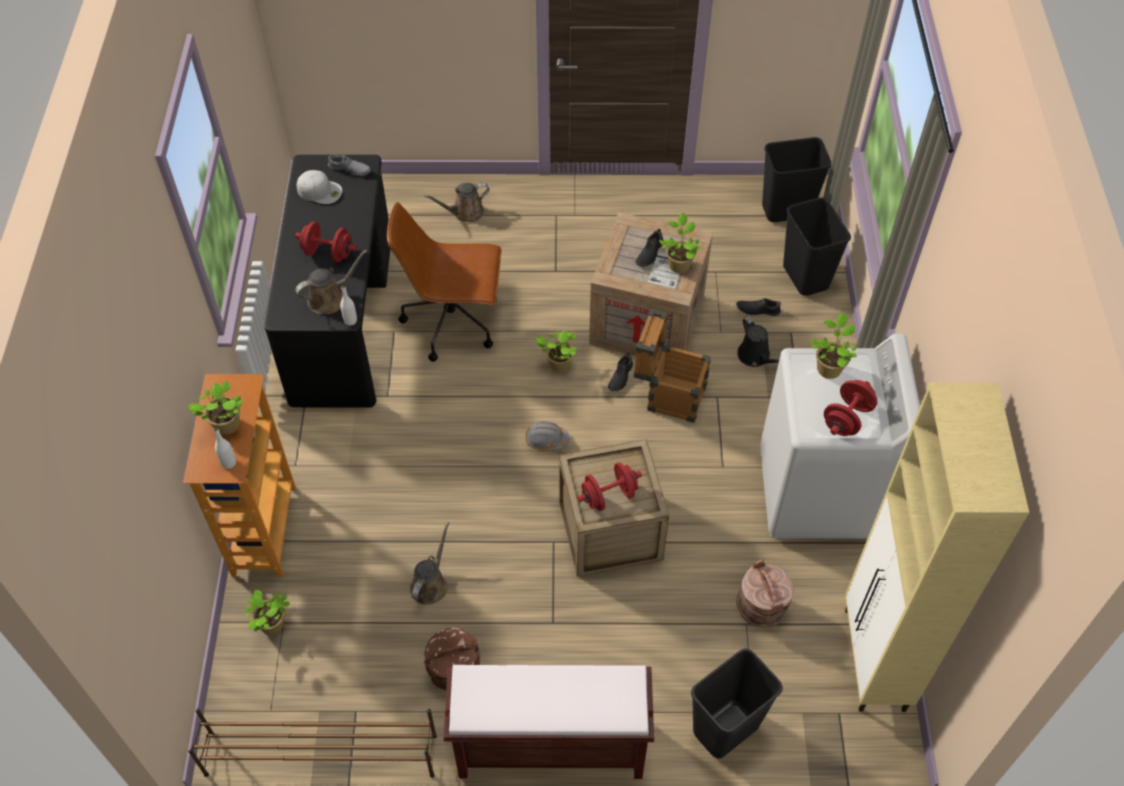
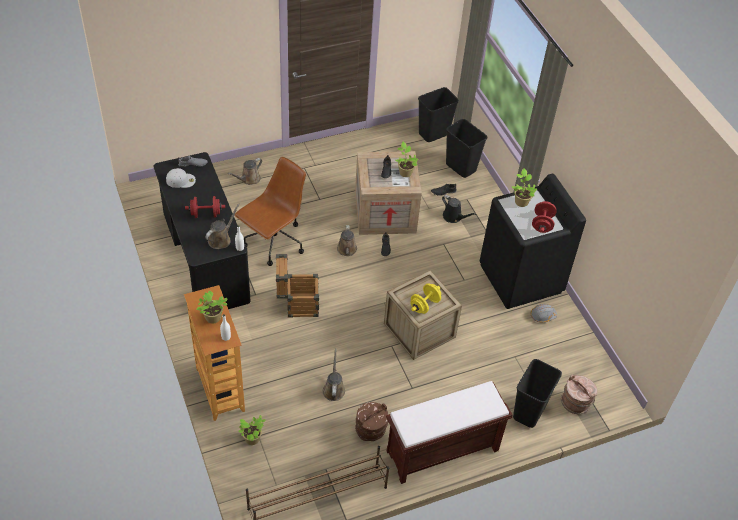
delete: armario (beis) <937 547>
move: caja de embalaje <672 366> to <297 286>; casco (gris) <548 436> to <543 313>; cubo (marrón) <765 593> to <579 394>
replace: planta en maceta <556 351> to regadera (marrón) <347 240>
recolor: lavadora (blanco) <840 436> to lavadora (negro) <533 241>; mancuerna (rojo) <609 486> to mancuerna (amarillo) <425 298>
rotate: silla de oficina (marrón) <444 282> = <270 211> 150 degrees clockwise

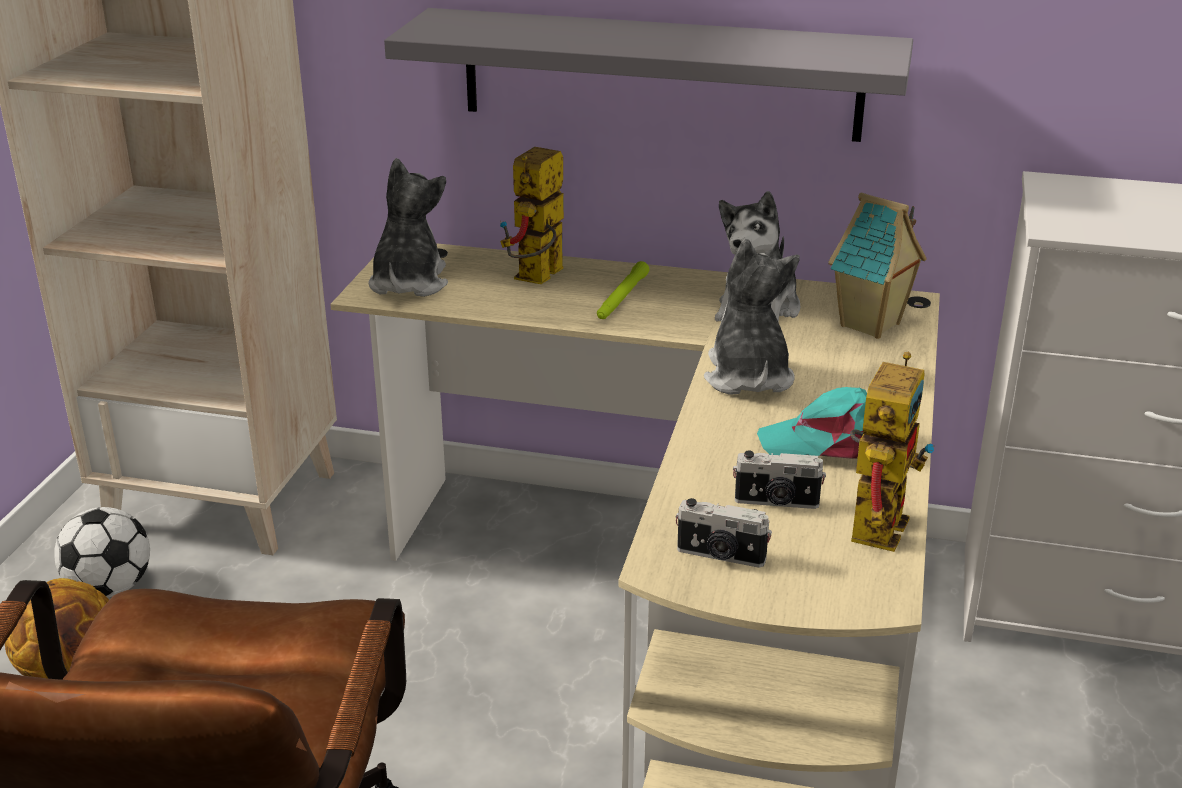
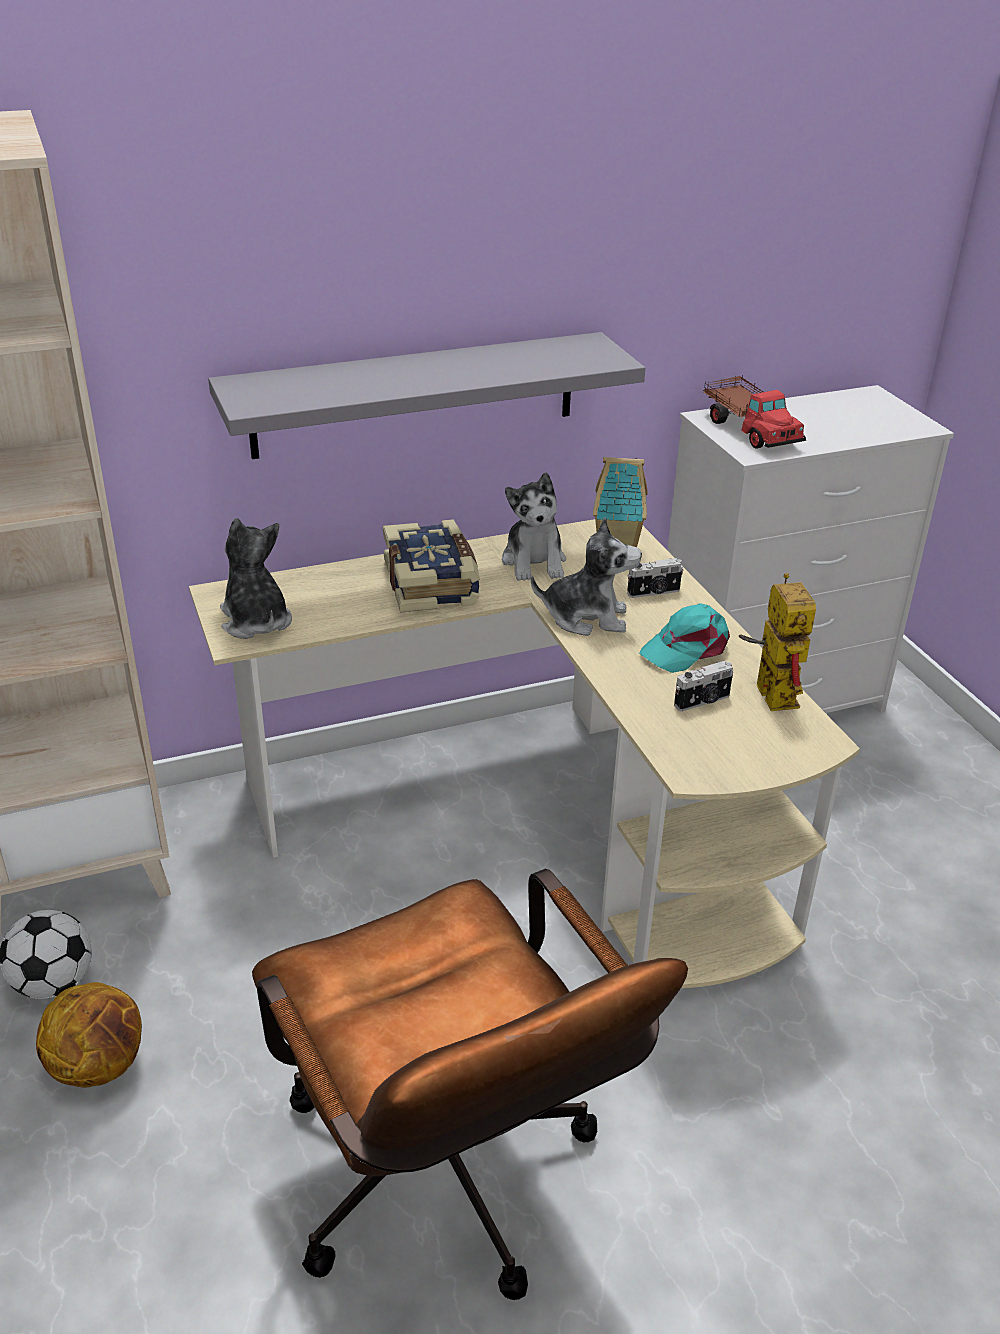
delete: robot de juguete <532 215>
insert: camión de juguete <754 412>
move: cámara <724 533> to <655 578>
replace: linterna (verde) <623 290> to libro <431 566>
rotate: peluche <752 317> = <586 576> 135 degrees clockwise

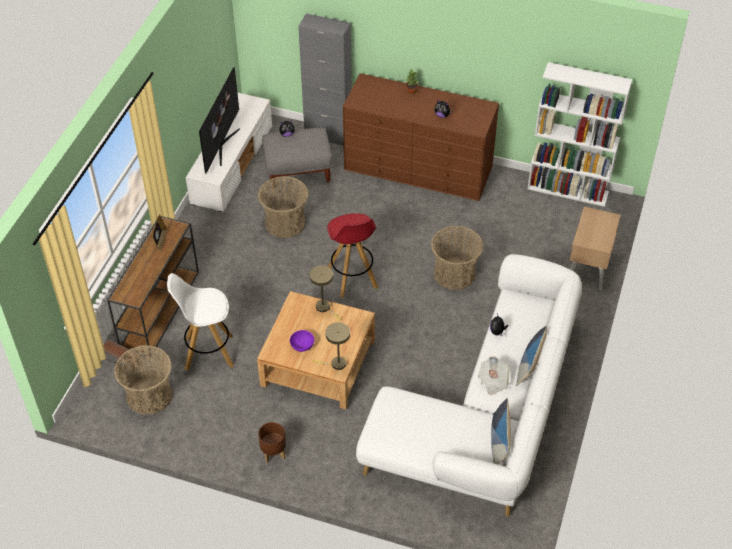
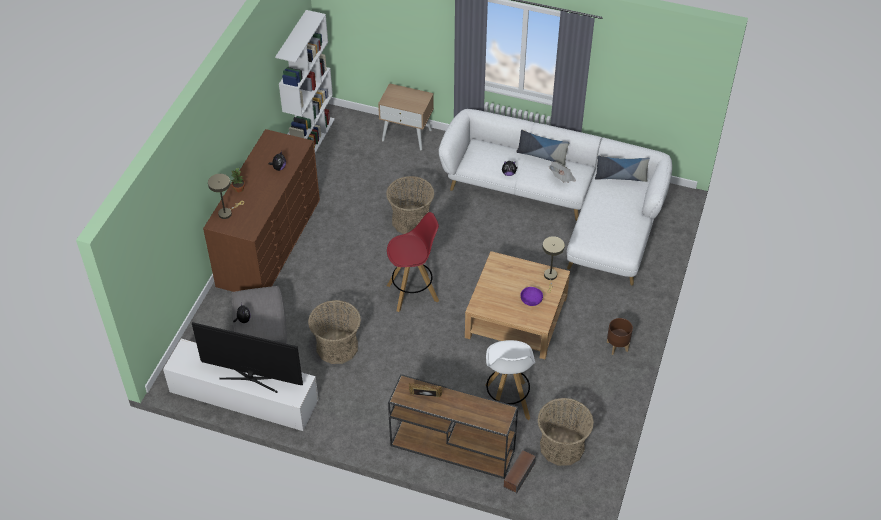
delete: armario (gris) <325 80>
move: lámpara de mesa (beis) <325 293> to <226 196>

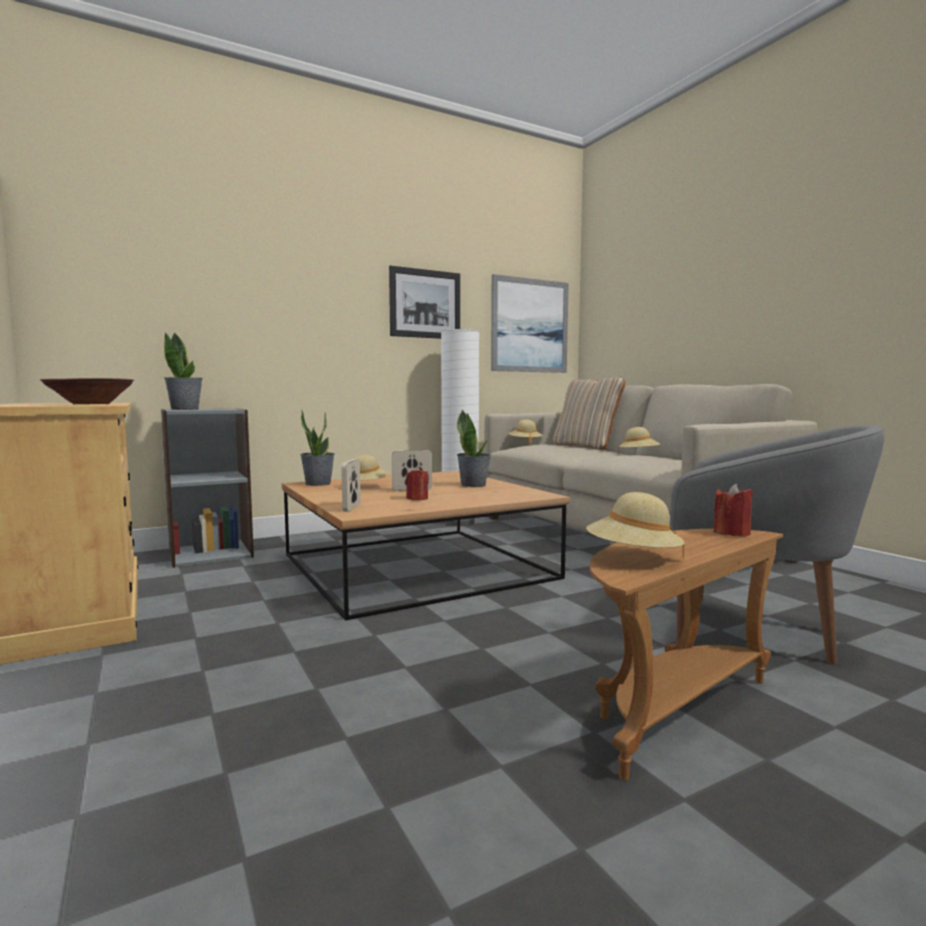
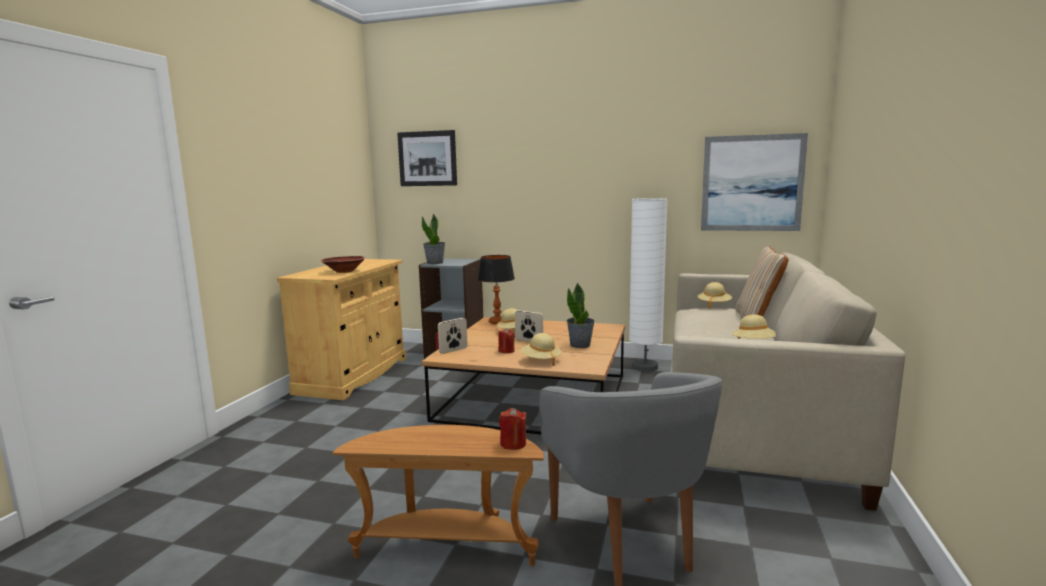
move: cuadro <424 302> to <427 158>; sombrero (beis) <635 526> to <541 349>
replace: planta en maceta <317 448> to lámpara de mesa <496 289>

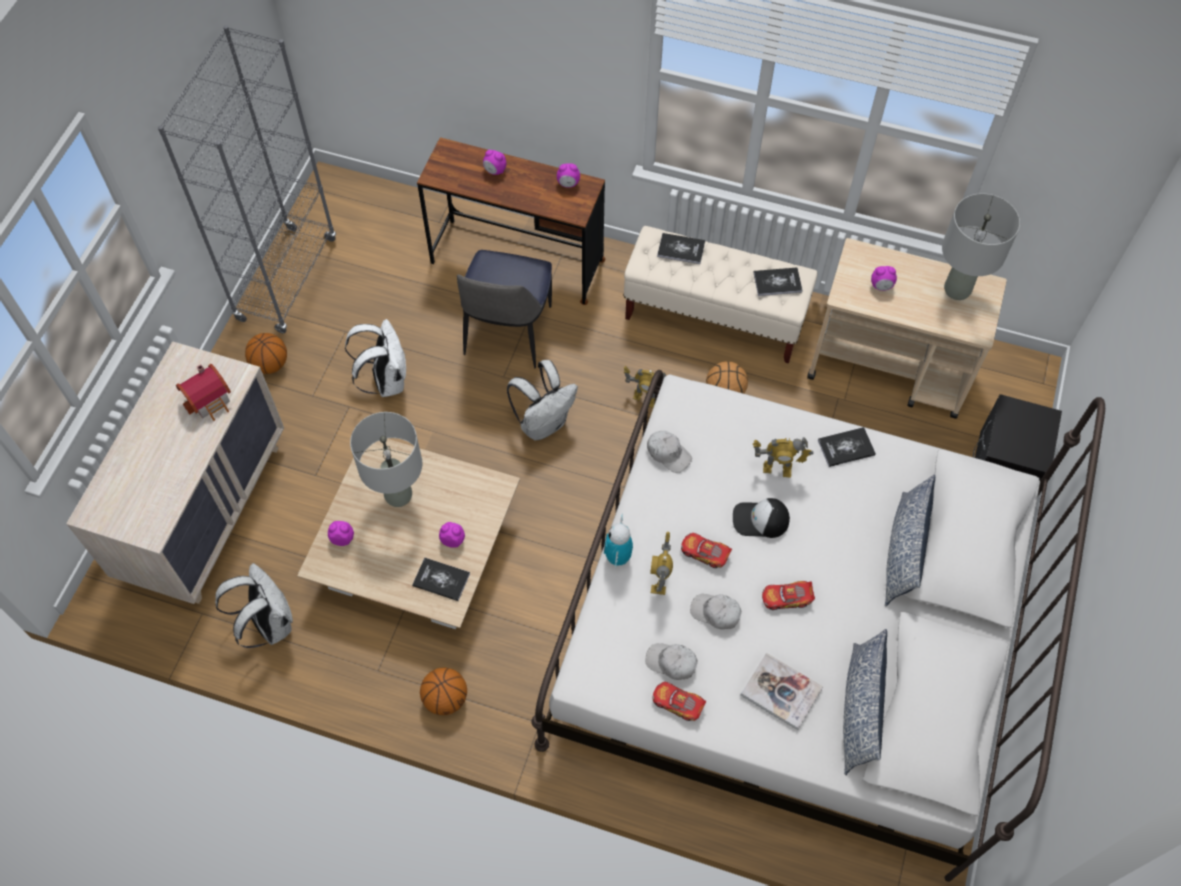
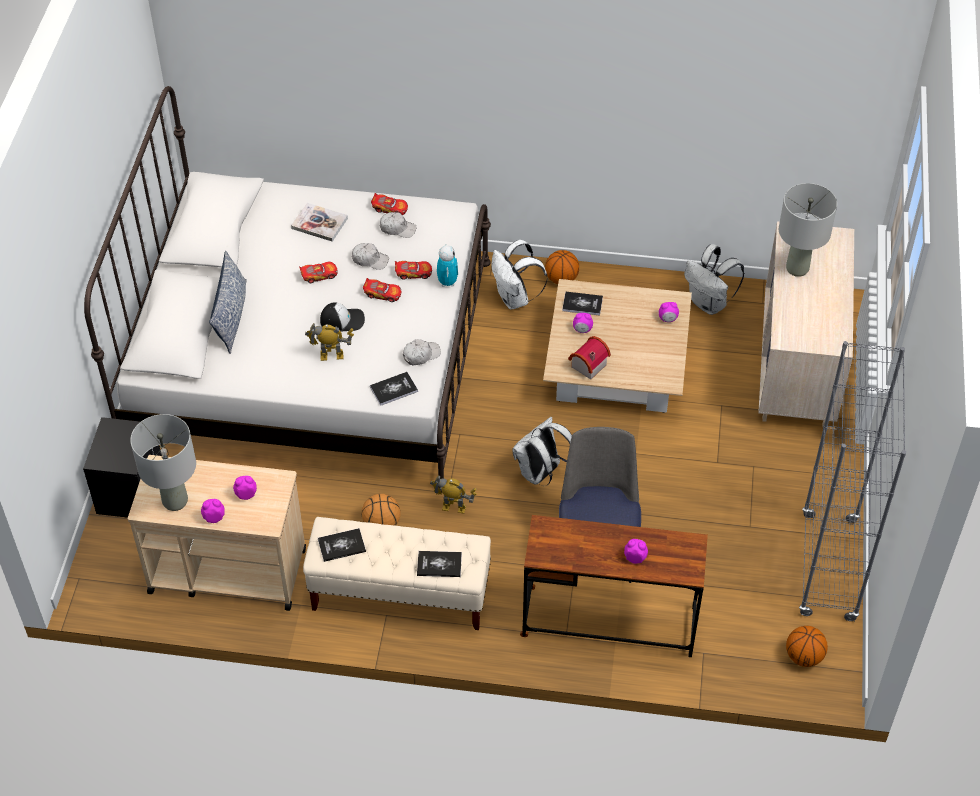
delete: cojín <865 702>
move: despertador <568 175> to <213 511>; mochila (blanco) <375 358> to <520 274>; balón de baloncesto <266 353> to <807 646>; casita <203 392> to <589 357>; lámpara de mesa (gris) <386 459> to <808 230>; libro <847 447> to <394 389>
replace: robot de juguete <661 563> to coche de juguete <413 270>
rotate: gorra (blanco) <669 452> = <422 352> 120 degrees clockwise

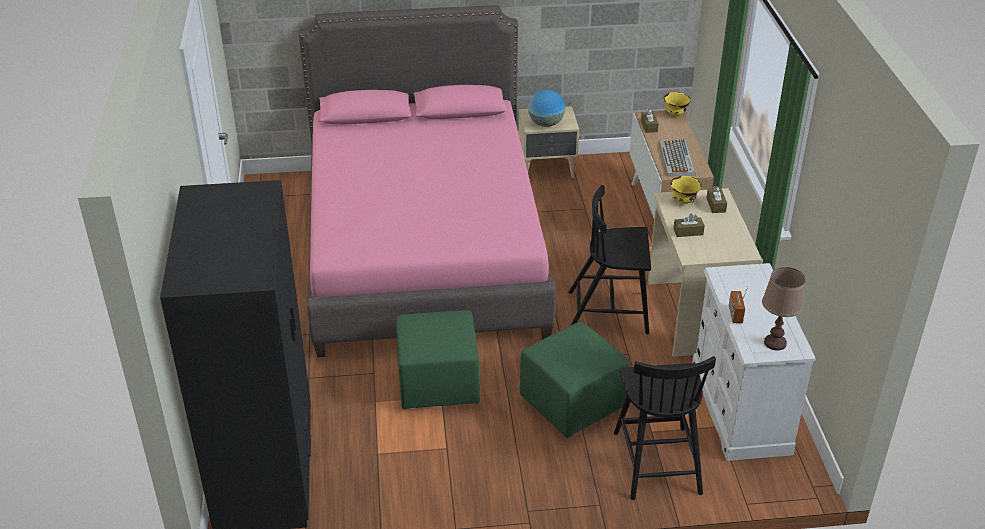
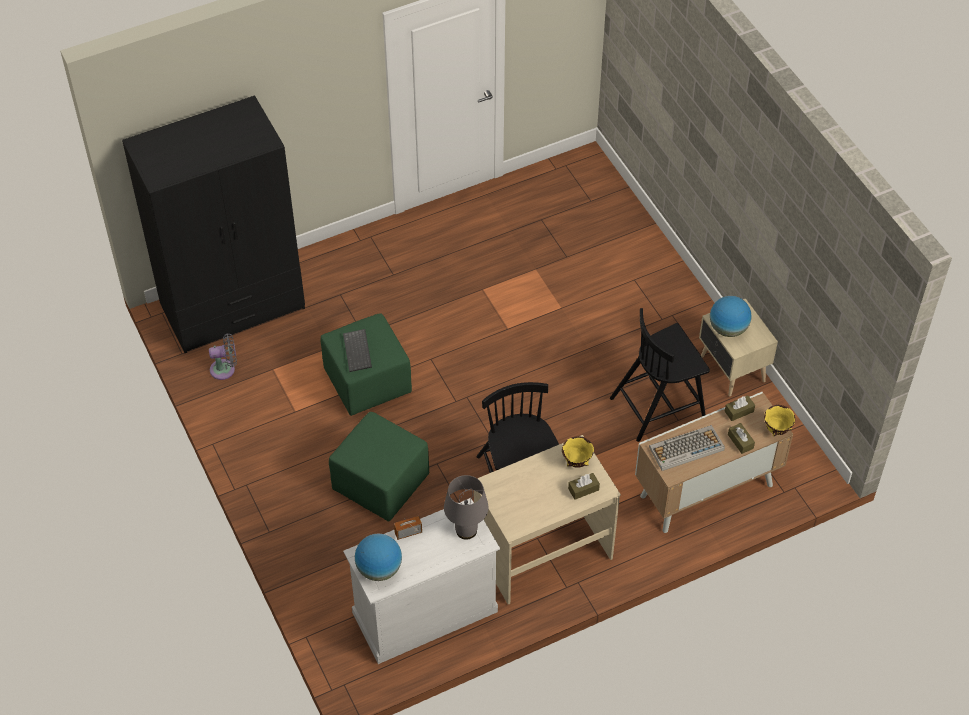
delete: cama (rosa) <427 181>
insert: teclado <357 350>; ventilador (gris) <223 356>; lámpara de mesa (gris) <466 507>
move: caja de pañuelos (marrón) <689 225> to <741 438>; silla (negro) <665 428> to <660 375>
replace: lámpara de mesa (marrón) <783 308> to globo terráqueo <378 557>

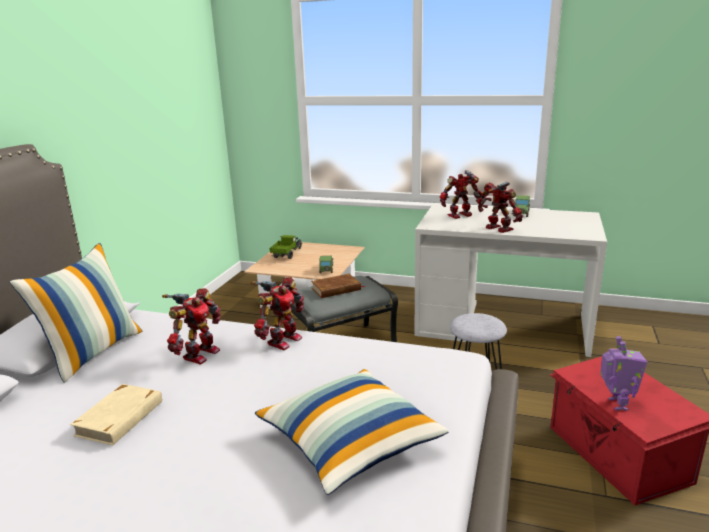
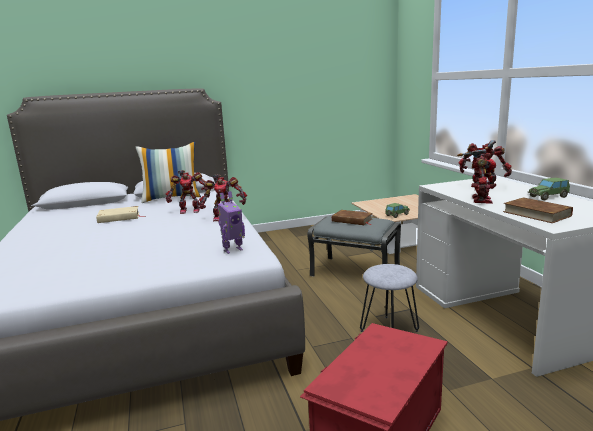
delete: camión de juguete <286 247>; cojín <352 432>
insert: libro (marrón) <538 210>
move: robot de juguete <623 373> to <231 222>

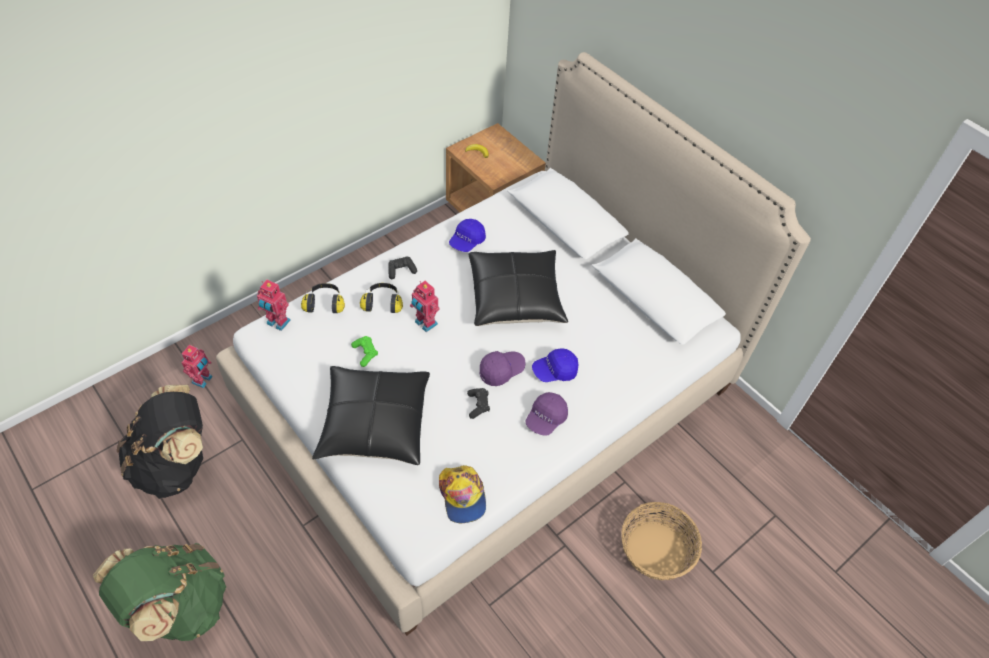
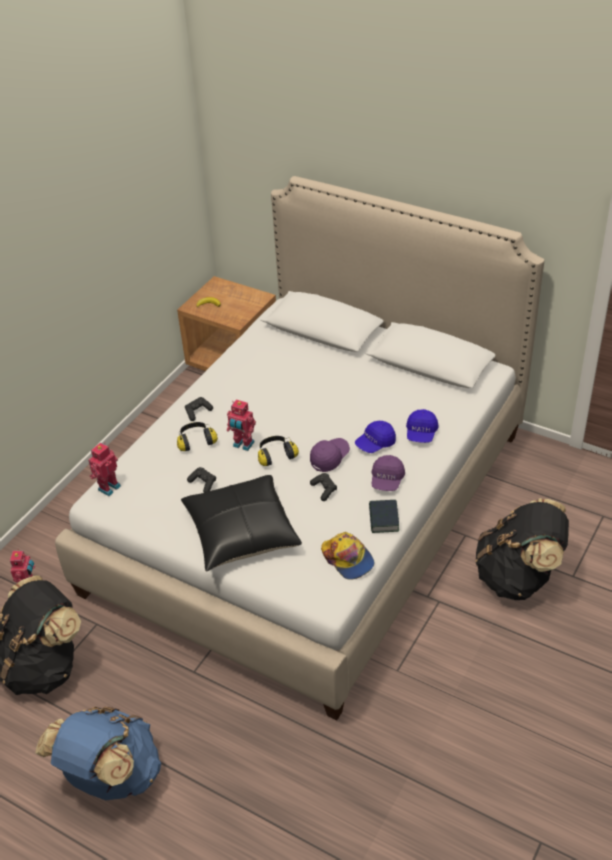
delete: cojín (negro) <518 288>
insert: libro <384 516>
move: gorra (azul) <467 235> to <422 426>; auriculares <323 298> to <278 451>
replace: cesta <661 541> to mochila (negro) <522 549>
recolor: mando de consola (verde) <364 351> to mando de consola (negro) <201 480>; mochila (verde) <159 592> to mochila (azul) <98 753>
rotate: robot de juguete <273 305> = <104 469> 120 degrees clockwise

